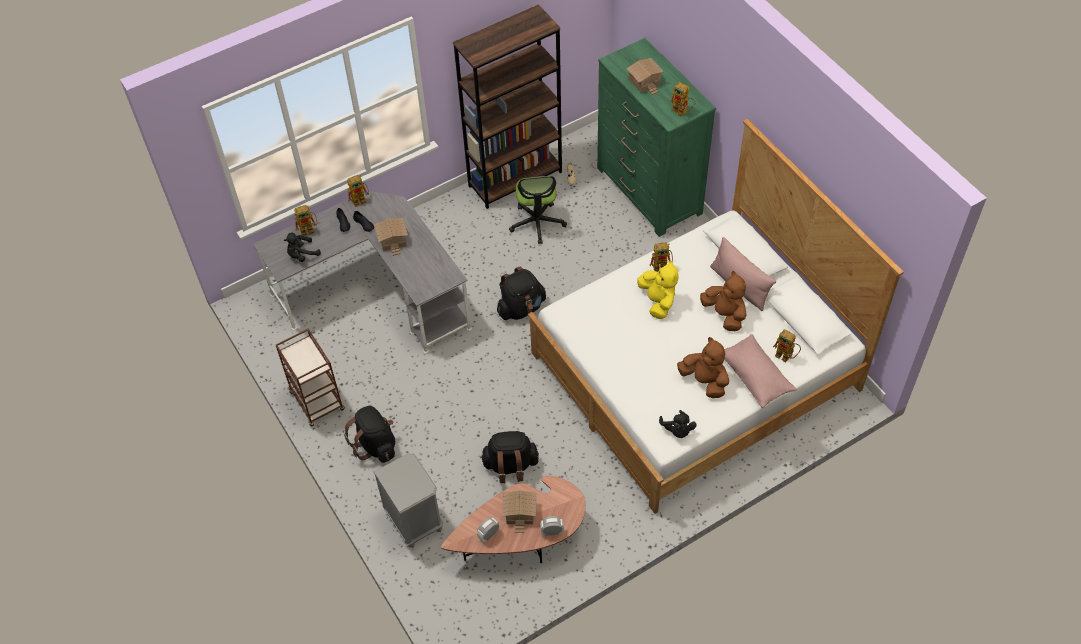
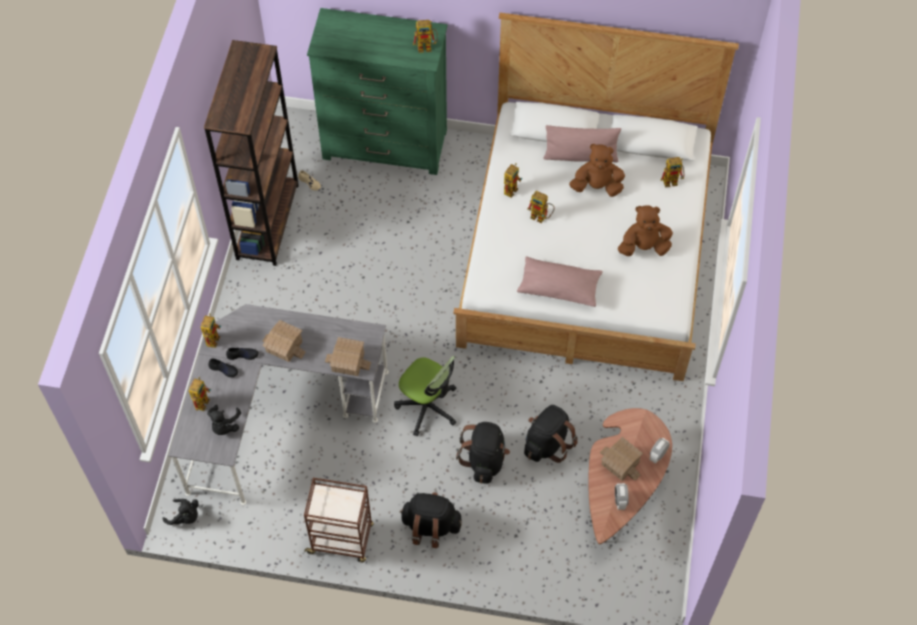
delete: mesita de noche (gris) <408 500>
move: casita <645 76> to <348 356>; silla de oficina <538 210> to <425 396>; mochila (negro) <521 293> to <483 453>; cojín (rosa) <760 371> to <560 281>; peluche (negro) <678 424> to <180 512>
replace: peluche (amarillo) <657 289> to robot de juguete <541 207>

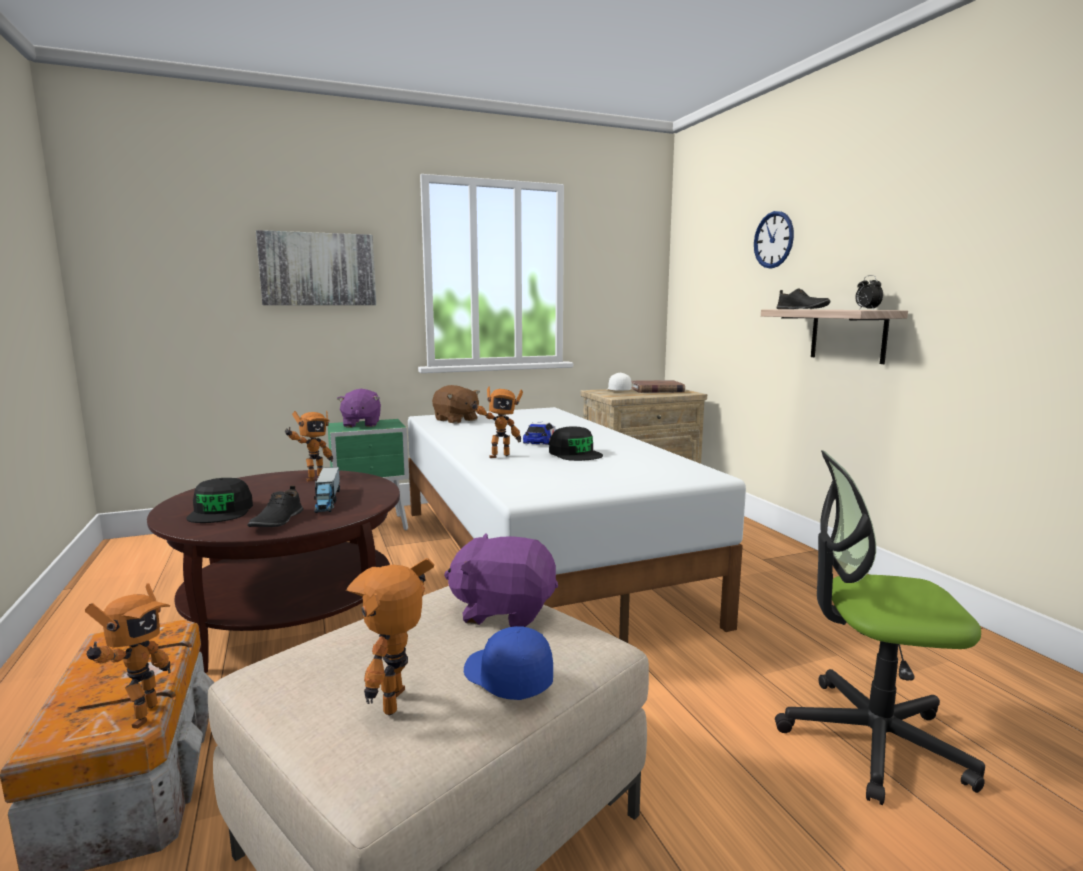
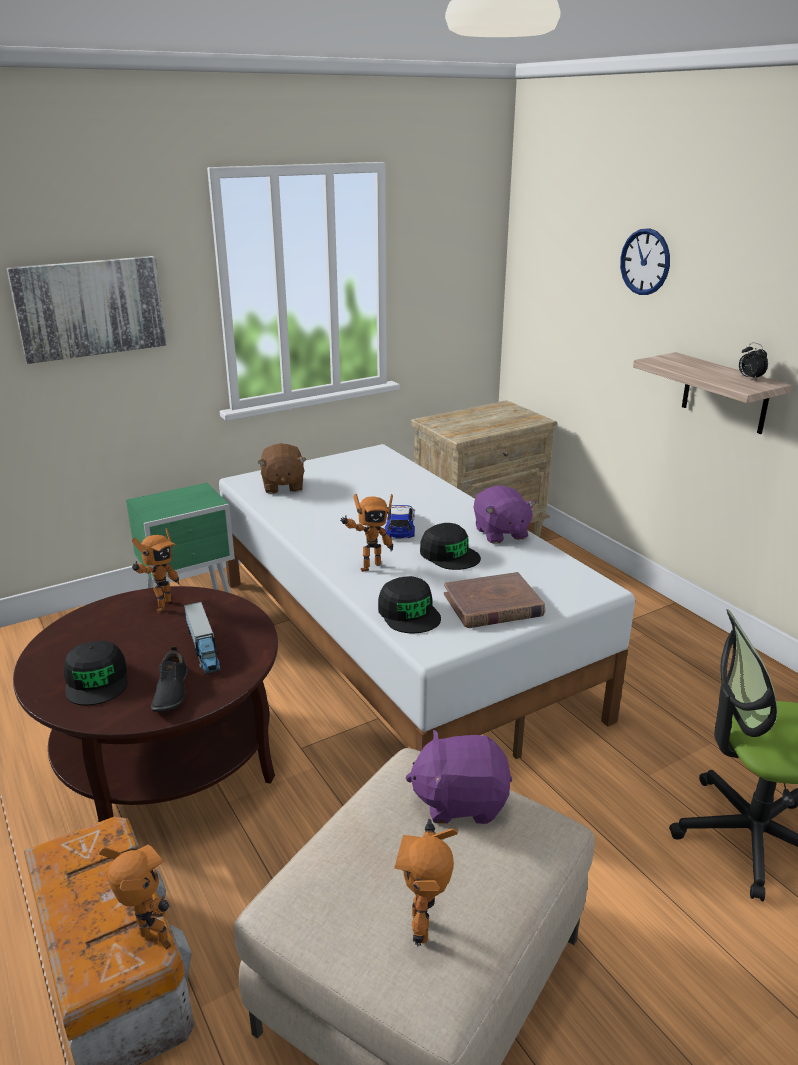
delete: zapato (negro) <804 298>; gorra (blanco) <619 381>; gorra (azul) <508 663>
insert: gorra (negro) <409 604>
move: libro (marrón) <658 386> to <494 600>; peluche (morado) <359 408> to <505 514>
rotate: peluche (marrón) <456 404> = <281 468> 45 degrees clockwise; robot de juguete <128 656> = <135 897> 45 degrees counterclockwise

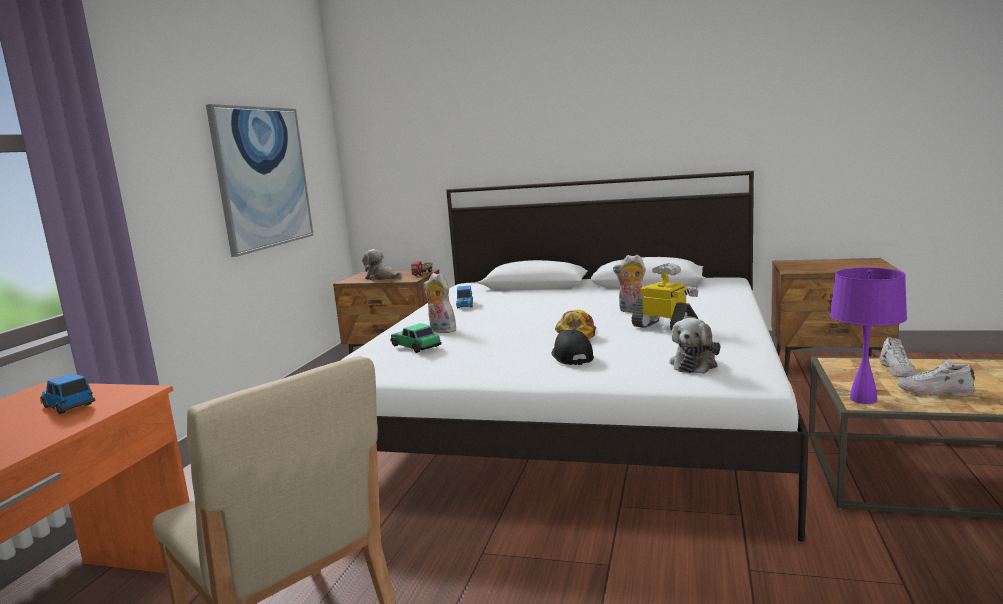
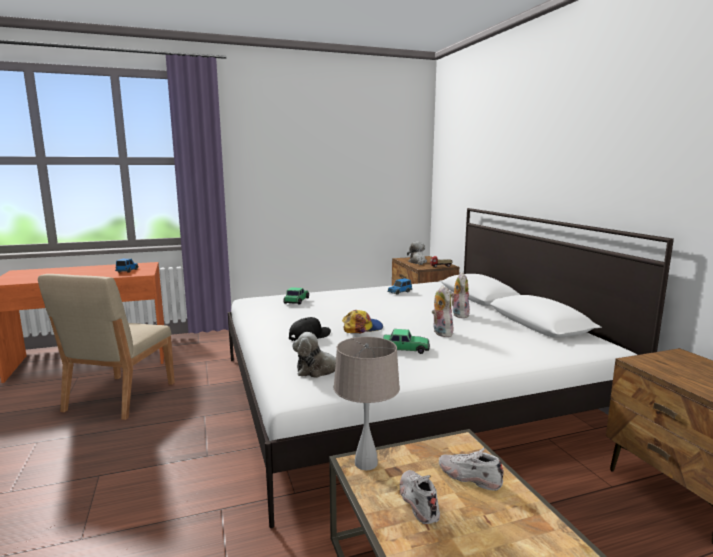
delete: cuadro <260 180>
move: peluche <440 303> to <460 295>
replace: robot de juguete <665 297> to coche de juguete <406 341>
recolor: lámpara de mesa (morado) <868 335> to lámpara de mesa (beis) <367 403>
rotate: zapato (blanco) <898 357> = <471 469> 60 degrees clockwise

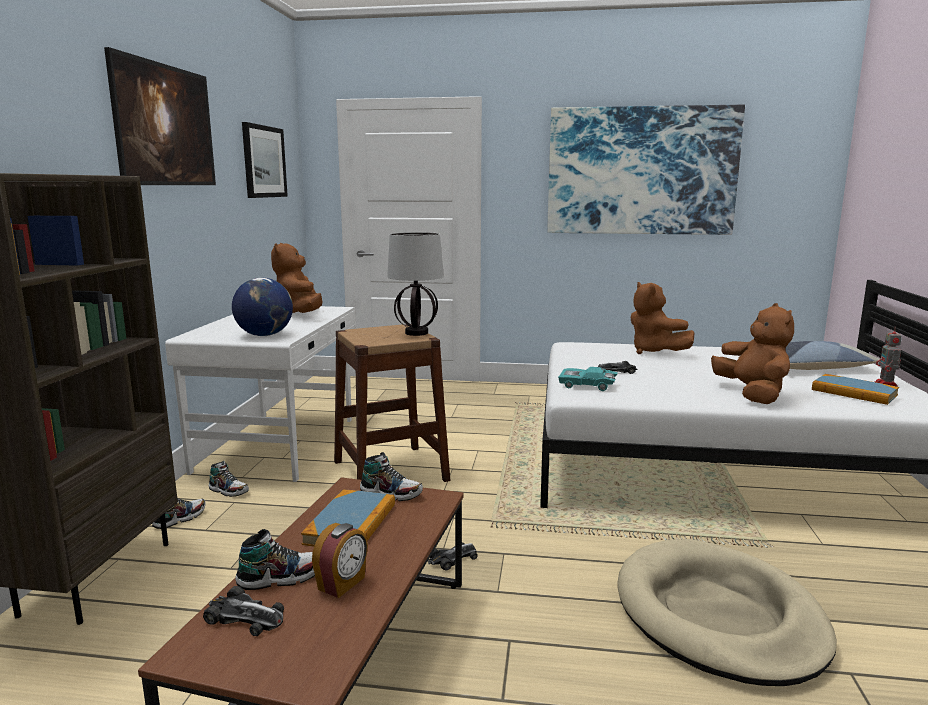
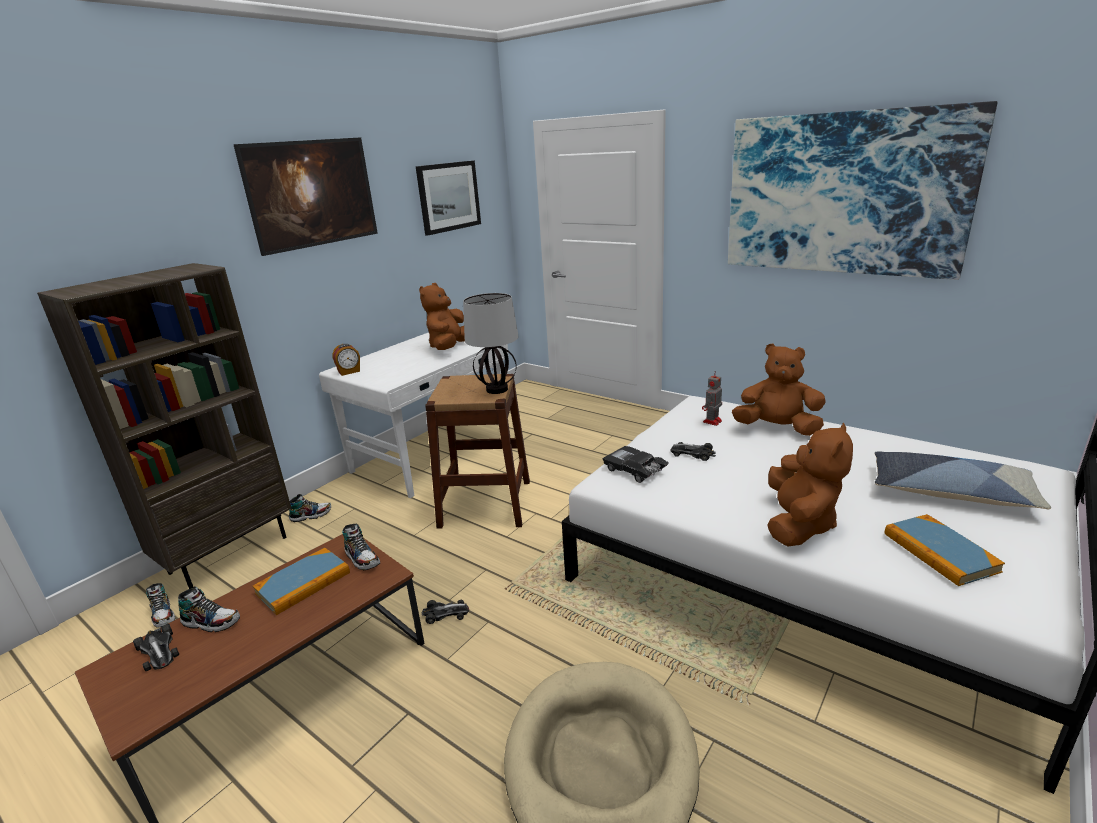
delete: globo terráqueo <262 307>
move: robot de juguete <888 356> to <712 398>; zapato <229 478> to <160 605>; despertador <340 560> to <346 360>
recolor: coche de juguete (turquesa) <588 379> to coche de juguete (negro) <635 464>
rotate: peluche (marrón) <663 318> = <779 389> 105 degrees clockwise

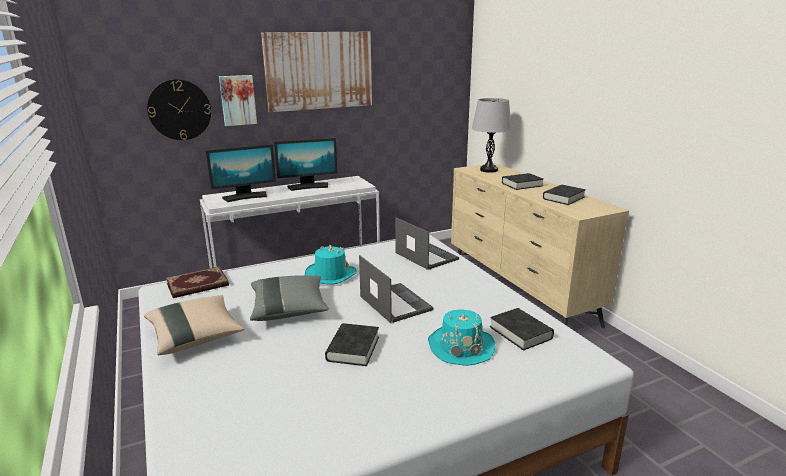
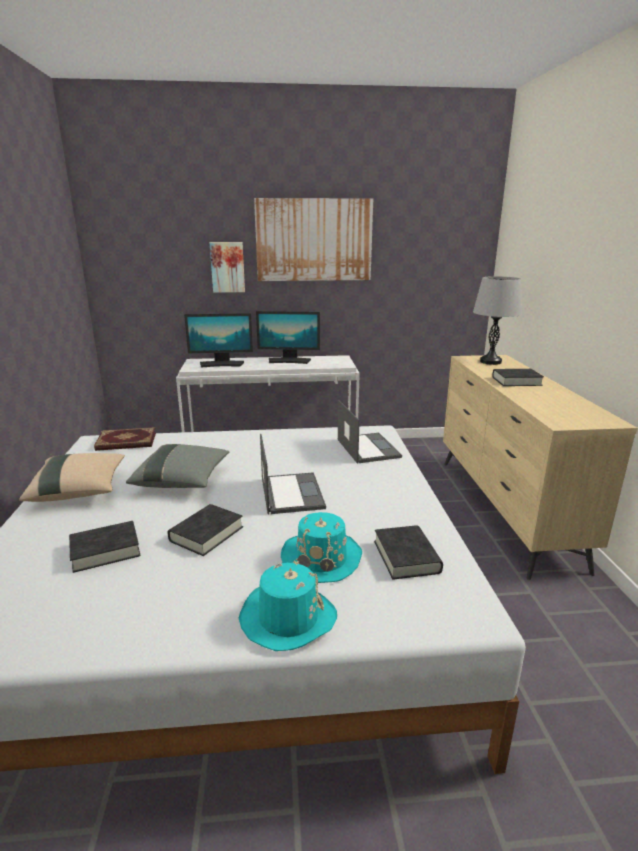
delete: reloj de pared <179 109>
move: libro (negro) <564 195> to <105 547>; sombrero (turquesa) <331 265> to <288 606>

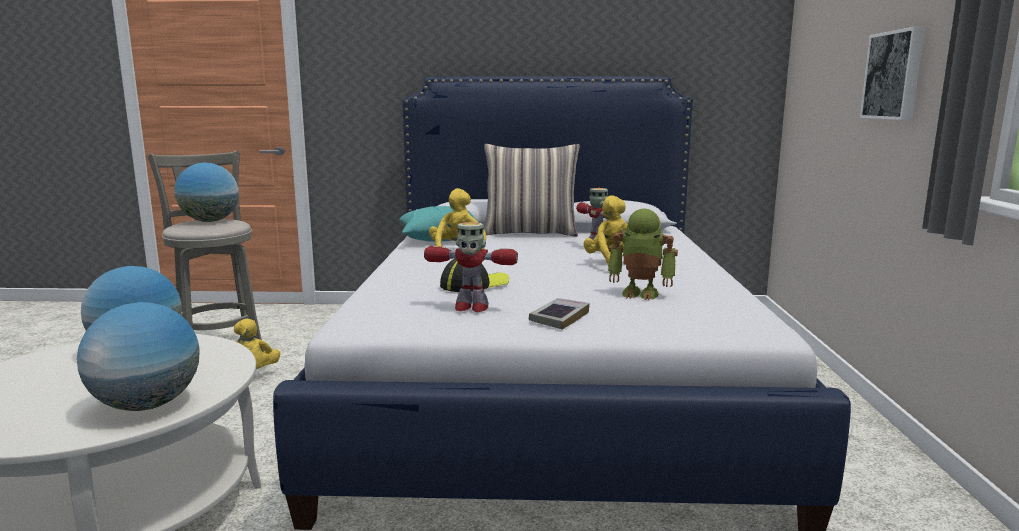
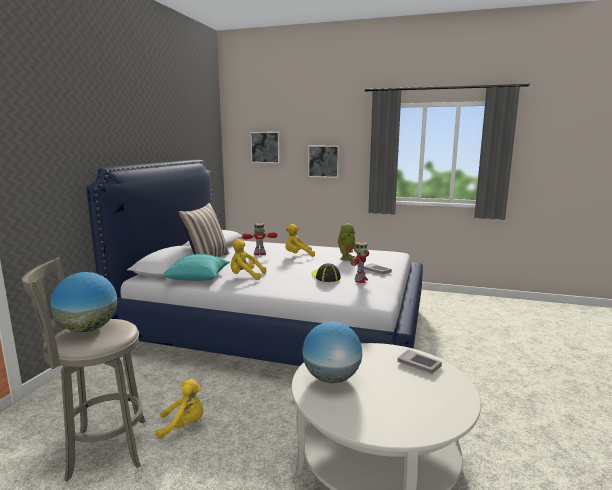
insert: cuadro <265 147>
replace: globo terráqueo <138 356> to libro <419 361>

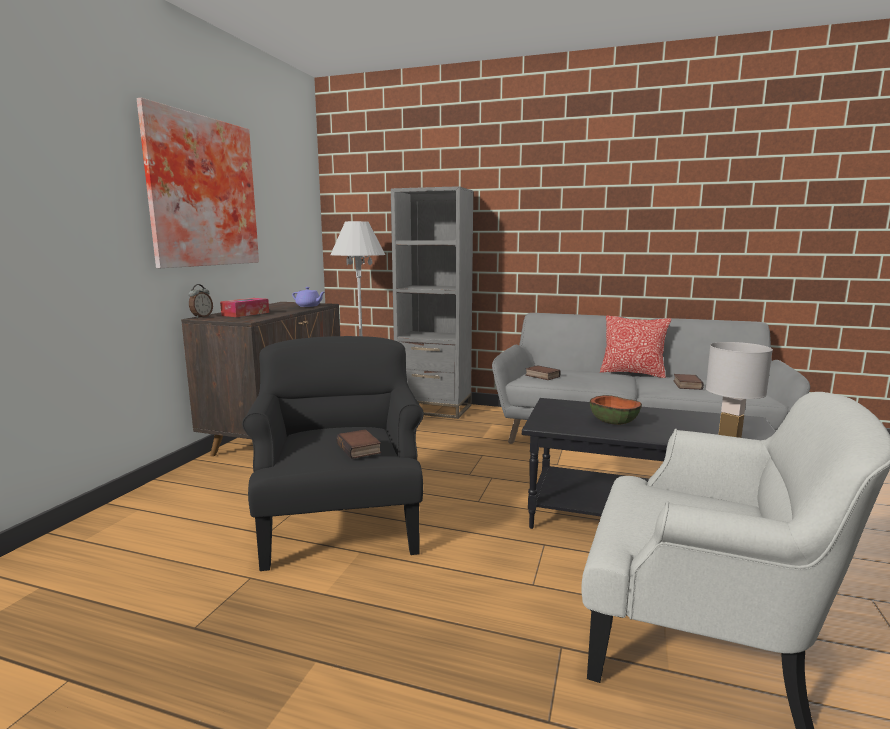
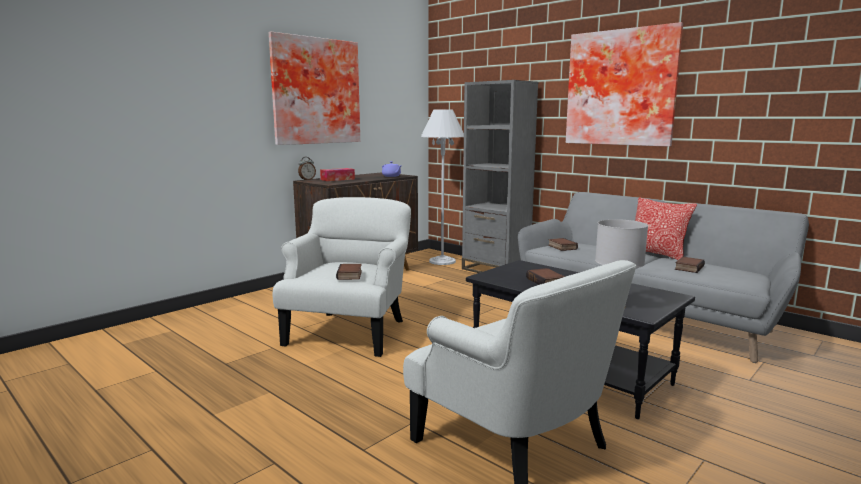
insert: cuadro <624 84>
replace: cuenco <616 410> to libro <545 276>
recolor: sillón (negro) <333 453> to sillón (blanco) <342 277>

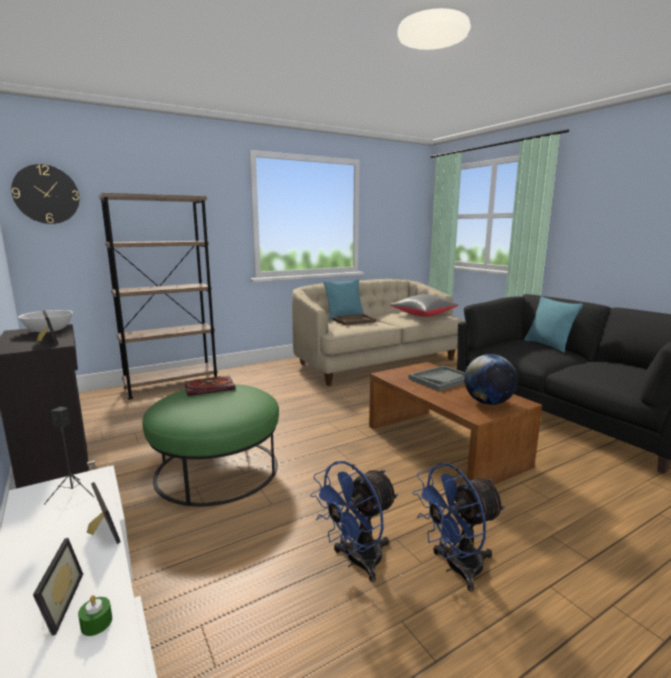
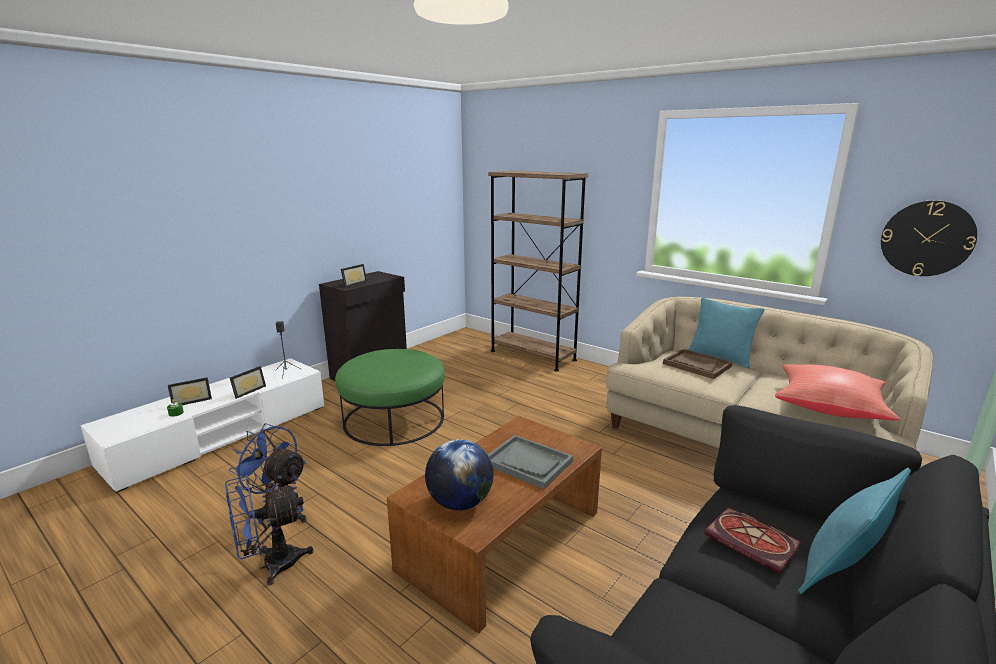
delete: cuenco (blanco) <45 321>
move: reloj de pared <45 194> to <929 238>; libro <209 386> to <752 540>
recolor: cojín (gris) <424 305> to cojín (rojo) <837 392>
rotate: ventilador (azul) <459 527> = <269 530> 75 degrees counterclockwise

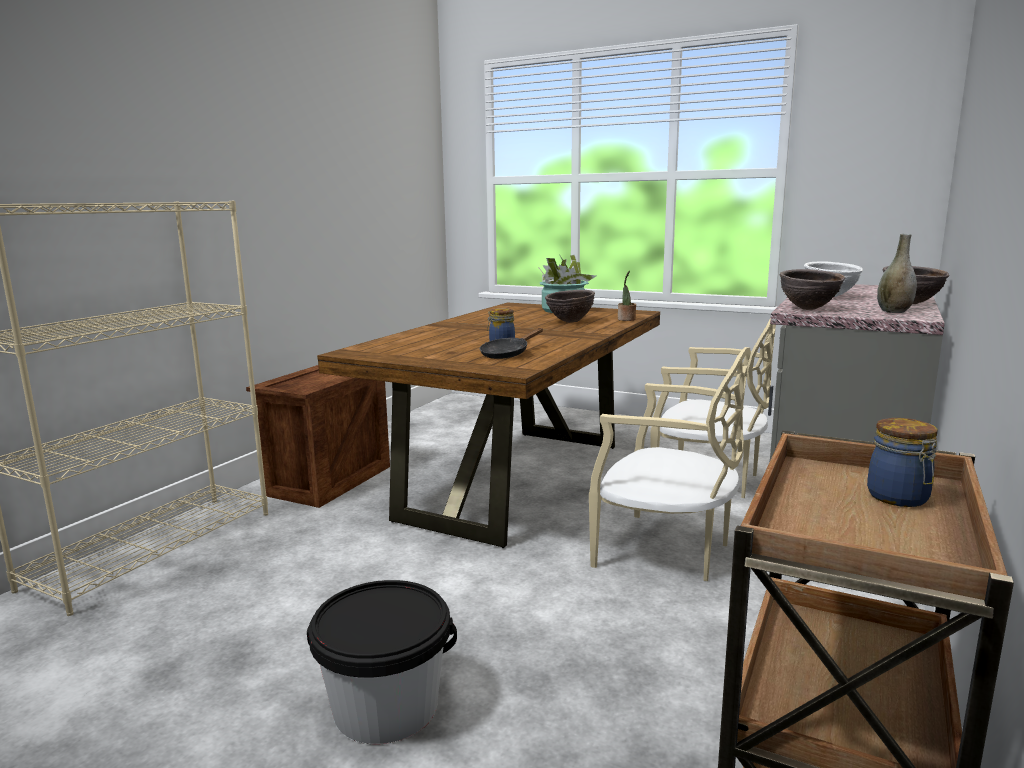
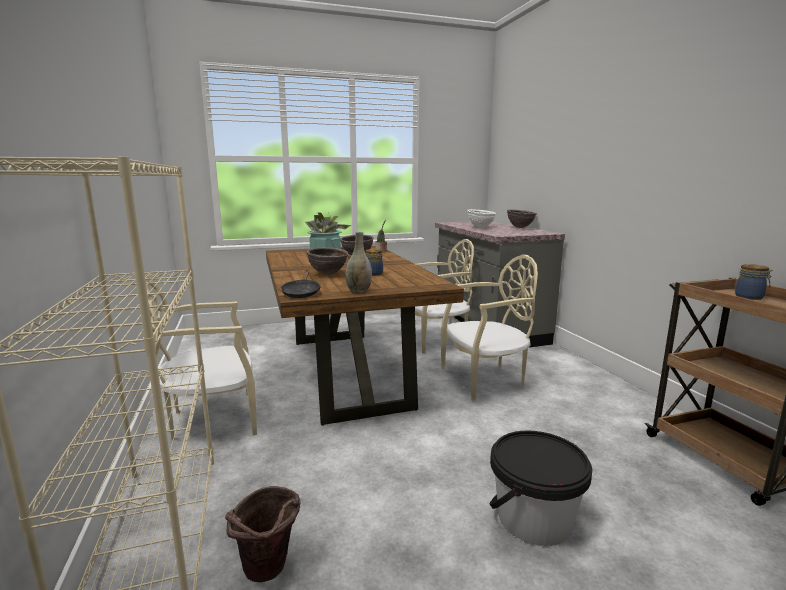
insert: cubo (marrón) <262 534>
move: florero (gris) <897 273> to <358 262>; cuenco (marrón) <812 289> to <327 261>; sartén (negro) <511 343> to <301 284>
replace: caja de embalaje <318 436> to silla (beis) <201 358>

